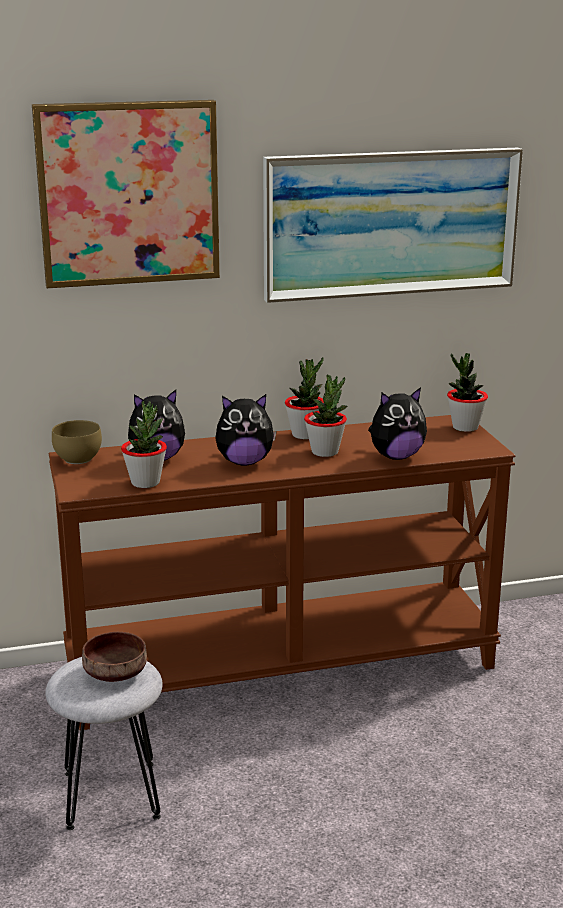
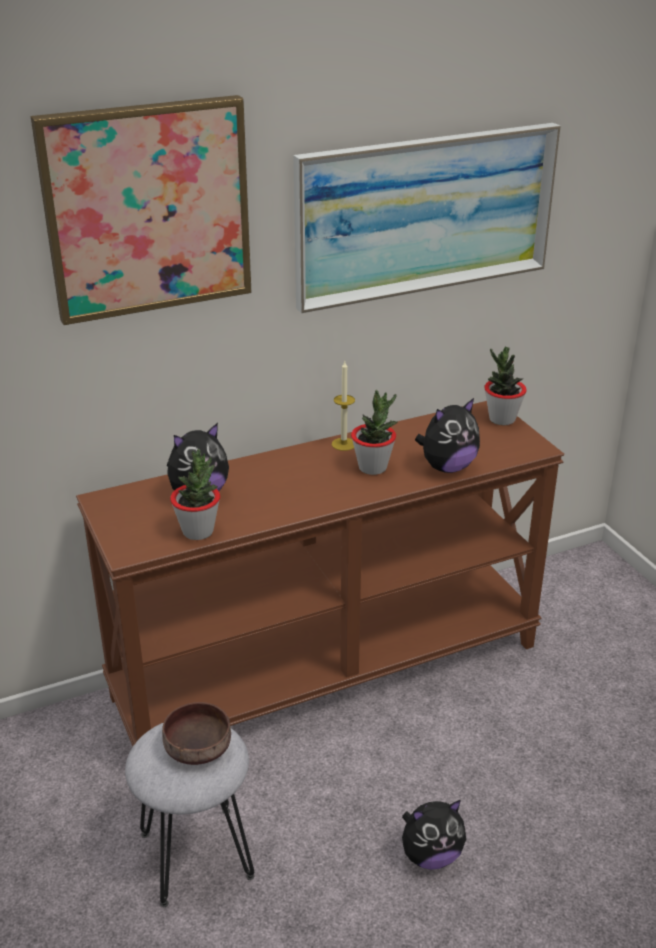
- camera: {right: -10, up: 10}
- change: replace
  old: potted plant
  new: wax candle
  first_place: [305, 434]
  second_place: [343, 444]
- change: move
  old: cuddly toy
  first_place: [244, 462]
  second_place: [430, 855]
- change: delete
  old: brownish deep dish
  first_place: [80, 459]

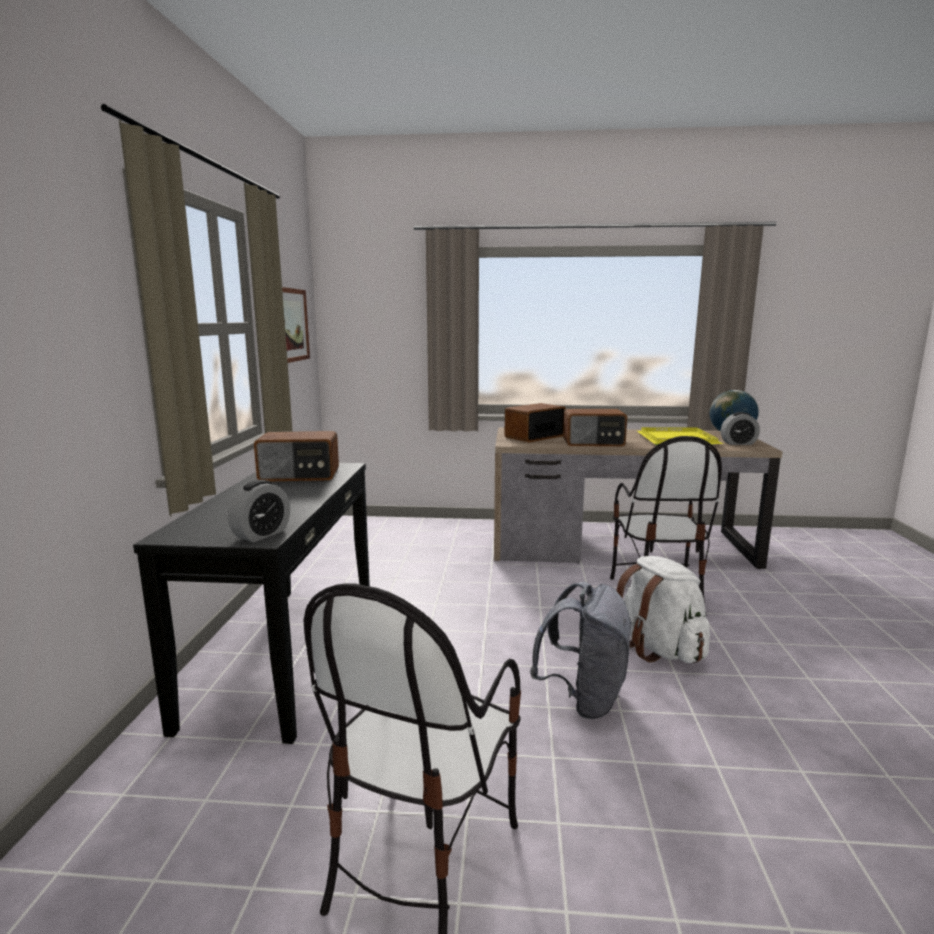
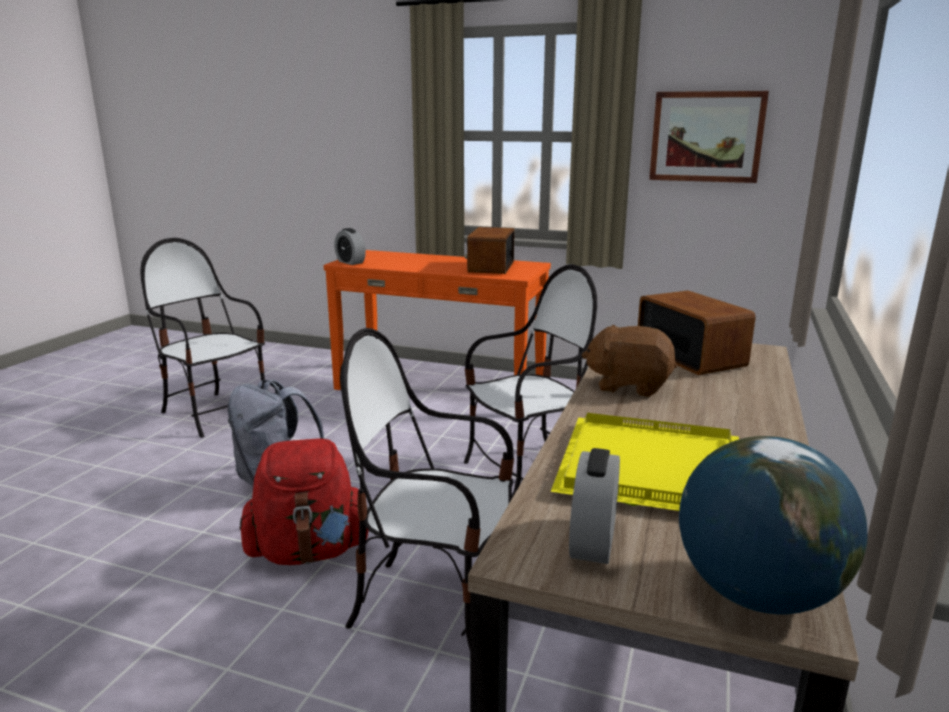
- camera: {right: 105, up: 5}
- change: replace
  old: radio receiver
  new: brownish cuddly toy
  first_place: [593, 442]
  second_place: [629, 385]
- change: recolor
  old: black narrow table
  new: orange narrow table
  first_place: [286, 652]
  second_place: [440, 387]
- change: recolor
  old: white backpack
  new: red backpack
  first_place: [658, 648]
  second_place: [309, 551]
- change: insert
  new: plain chair
  second_place: [527, 471]

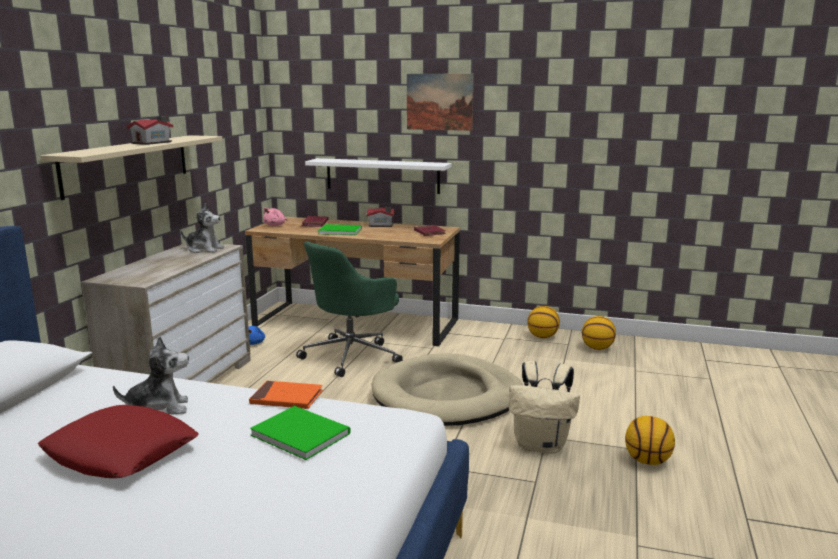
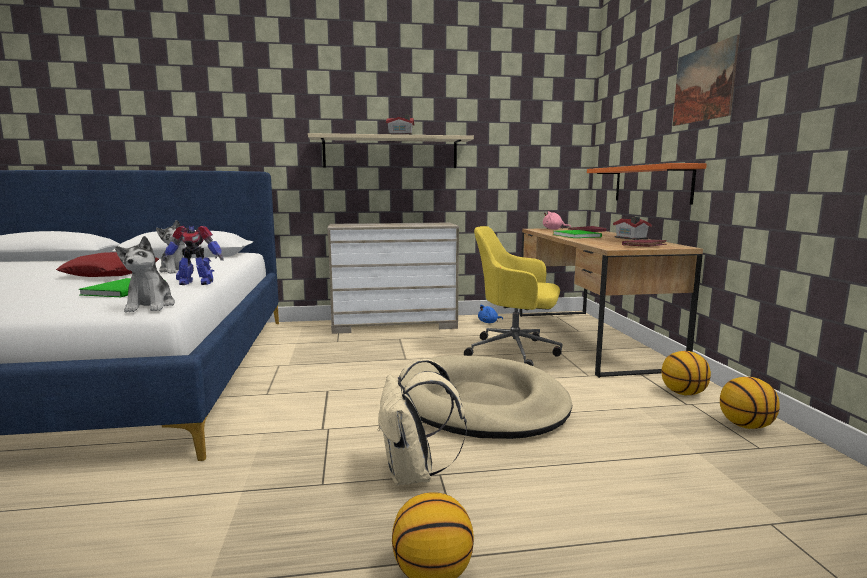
- camera: {right: 65, up: -5}
- change: recolor
  old: white bracket shelf
  new: orange bracket shelf
  first_place: [382, 175]
  second_place: [651, 184]
- change: move
  old: cuddly toy
  first_place: [204, 249]
  second_place: [150, 306]
- change: recolor
  old: greenish desk chair
  new: yellow-coloured desk chair
  first_place: [352, 355]
  second_place: [515, 352]
- change: move
  old: basketball ball
  first_place: [597, 348]
  second_place: [683, 393]
- change: replace
  old: orange volume
  new: toy robot
  first_place: [286, 398]
  second_place: [196, 283]

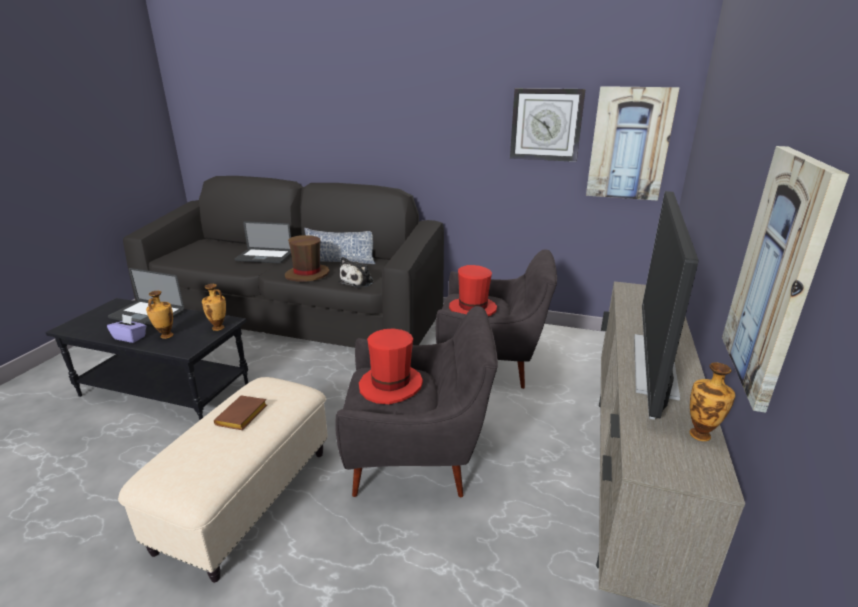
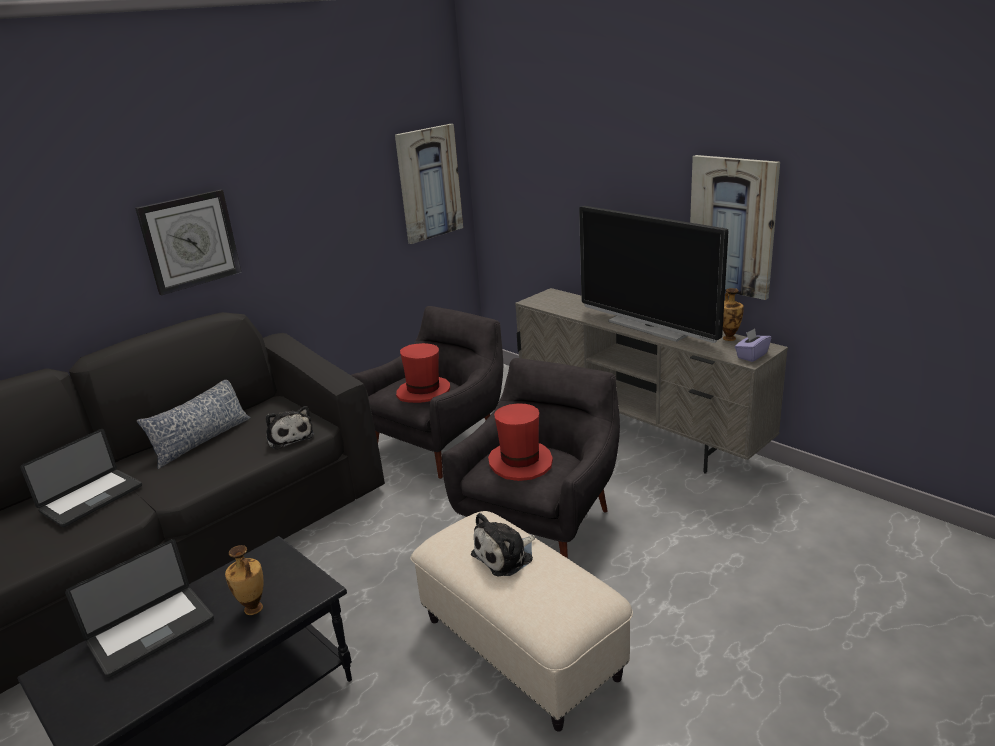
- camera: {right: -60, up: 0}
- change: move
  old: wall clock
  first_place: [546, 124]
  second_place: [190, 241]
- change: delete
  old: brownish clothing hat
  first_place: [307, 275]
- change: delete
  old: decorative vase
  first_place: [219, 328]
- change: move
  old: purple-coloured tissue holder
  first_place: [130, 337]
  second_place: [751, 355]
- change: replace
  old: brownish volume
  new: cuddly toy
  first_place: [242, 417]
  second_place: [505, 556]

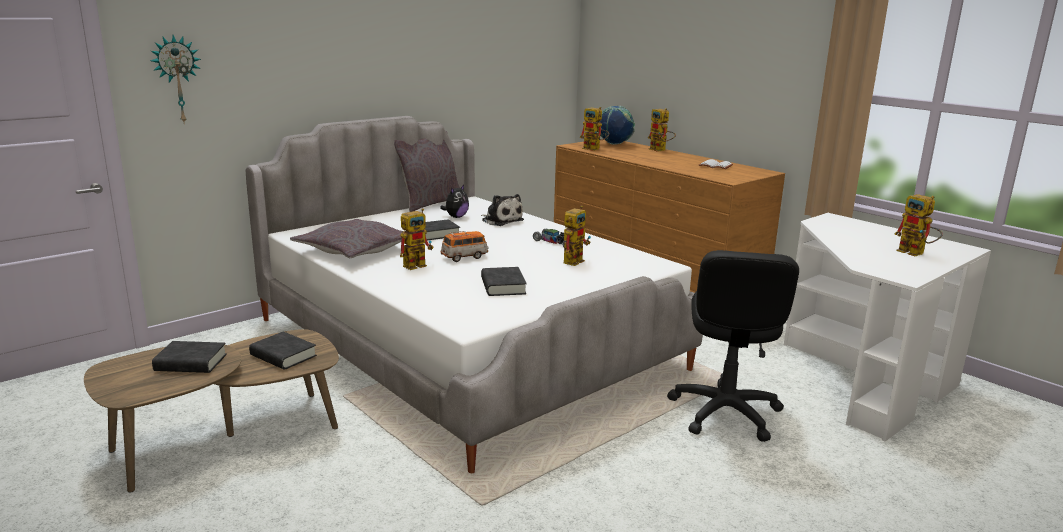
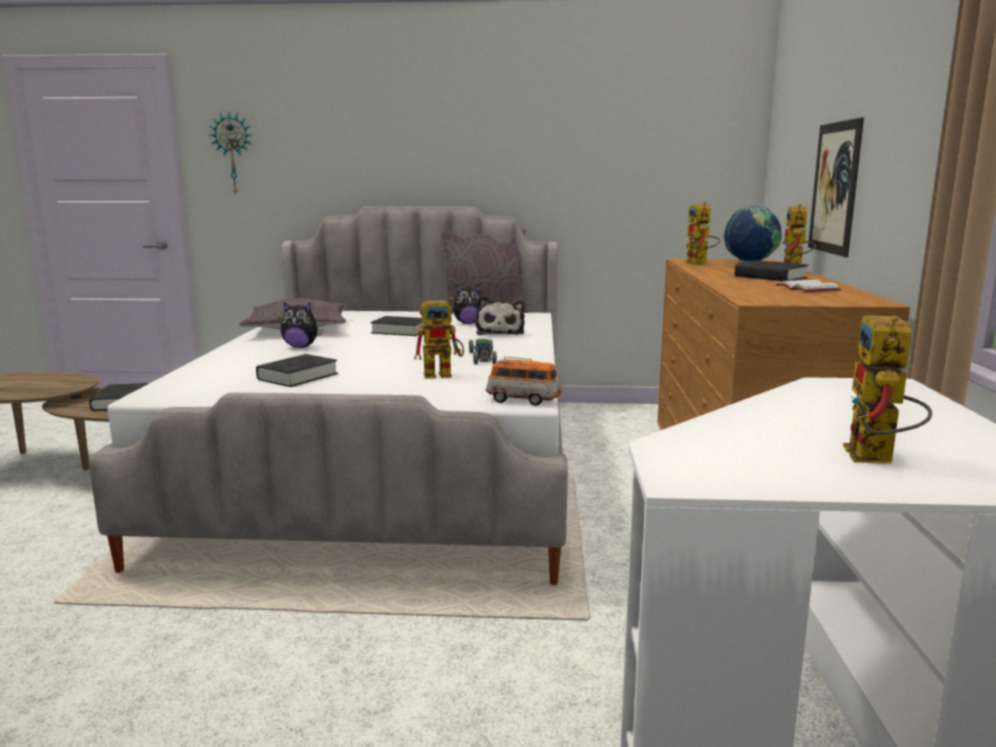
- camera: {right: 45, up: -5}
- change: replace
  old: toy robot
  new: cuddly toy
  first_place: [418, 264]
  second_place: [301, 347]
- change: move
  old: miniature car
  first_place: [464, 257]
  second_place: [523, 400]
- change: delete
  old: black desk chair
  first_place: [724, 413]
- change: move
  old: black volume
  first_place: [191, 363]
  second_place: [770, 277]
- change: insert
  new: wall picture
  second_place: [834, 188]

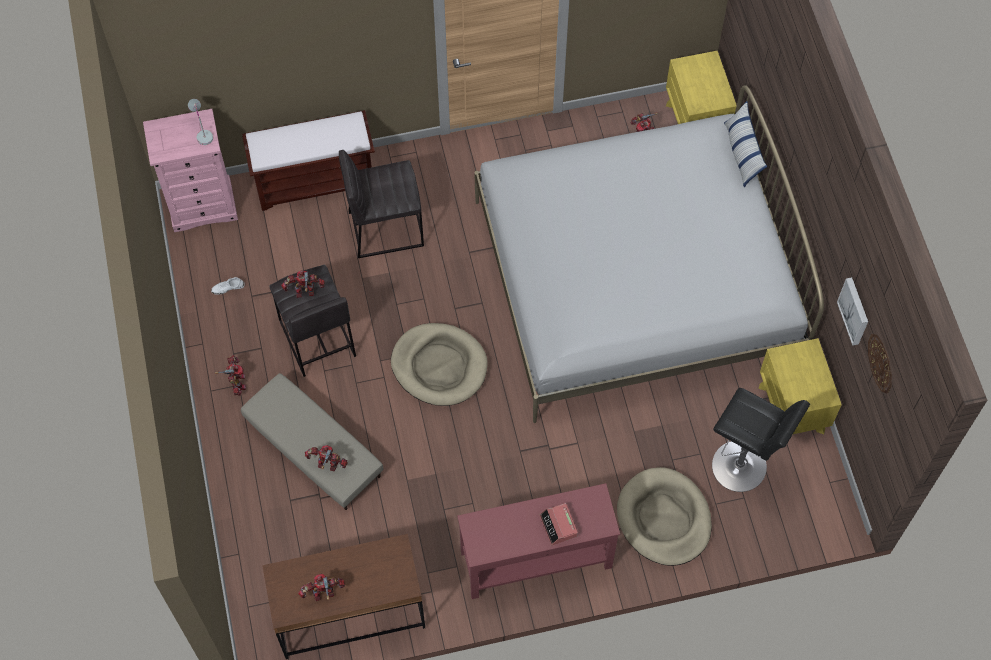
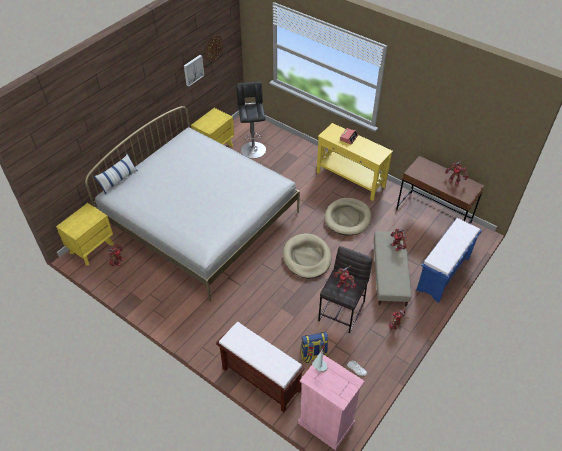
- camera: {right: -130, up: -15}
- change: delete
  old: grey sitting stool
  first_place: [385, 228]
- change: move
  old: beige dog bed
  first_place: [664, 518]
  second_place: [347, 218]
- change: recolor
  old: red narrow table
  new: yellow-coloured narrow table
  first_place: [535, 559]
  second_place: [350, 180]
- change: insert
  new: bluish long seat
  second_place: [443, 274]
- change: insert
  new: backpack
  second_place: [313, 355]

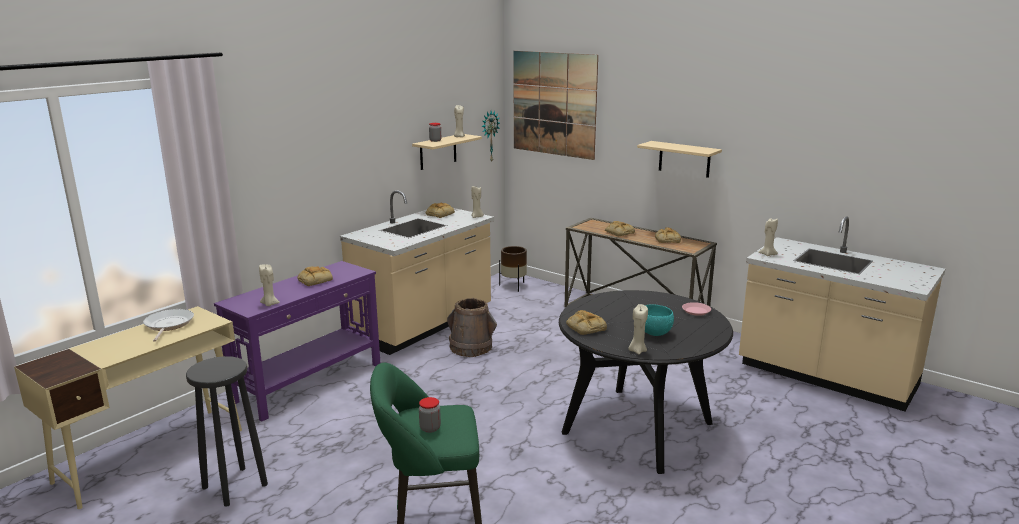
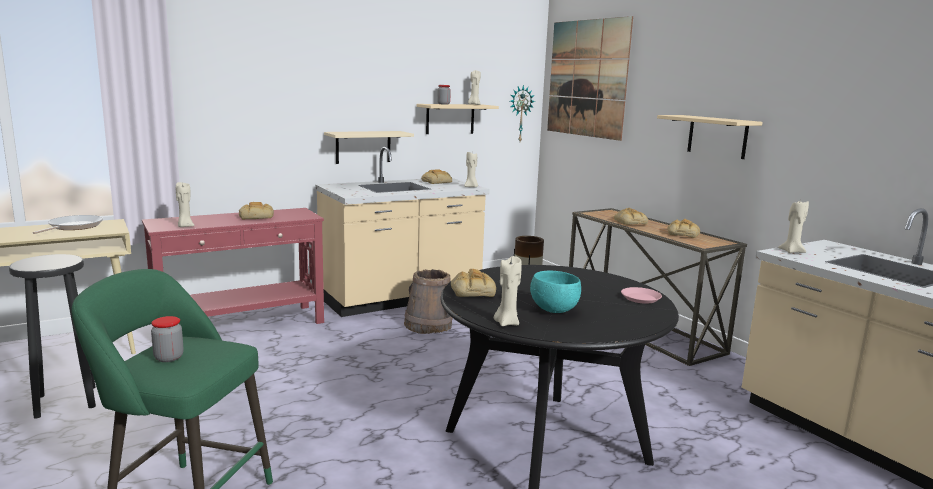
- camera: {right: 20, up: -5}
- change: recolor
  old: purple-coloured narrow table
  new: red narrow table
  first_place: [310, 382]
  second_place: [242, 326]
- change: insert
  new: beige bracket shelf
  second_place: [363, 147]

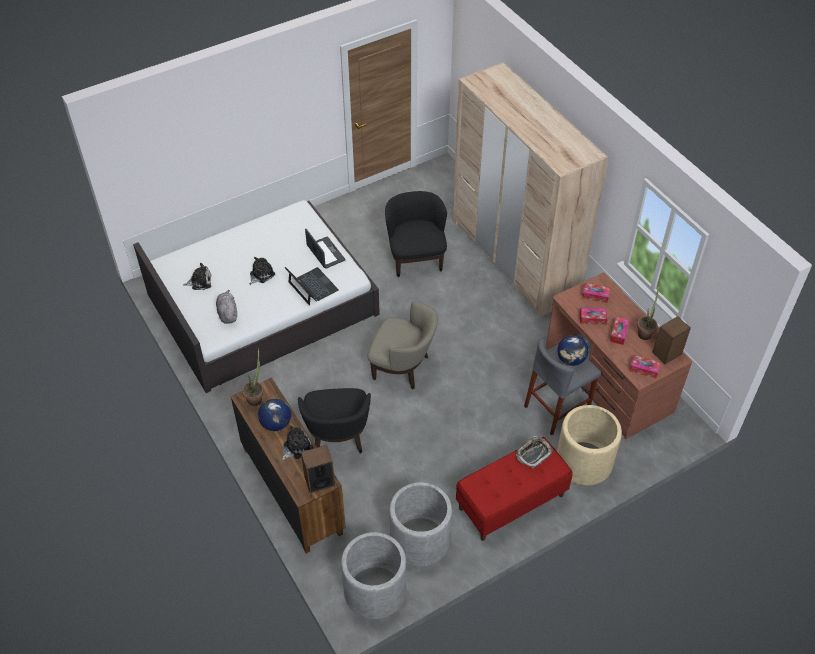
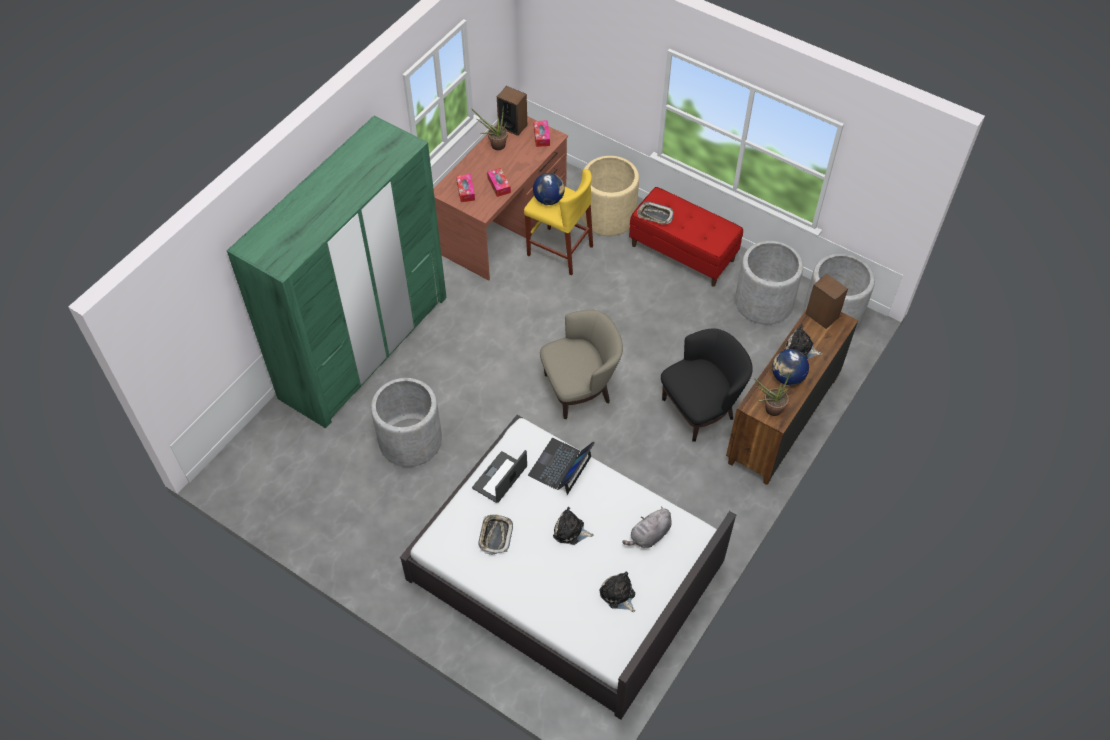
- camera: {right: -115, up: 5}
- change: recolor
  old: beige wardrobe
  new: greenish wardrobe
  first_place: [514, 257]
  second_place: [365, 346]
- change: replace
  old: black easy chair
  new: grey planter
  first_place: [416, 258]
  second_place: [410, 440]
- change: rotate
  old: beige easy chair
  first_place: [403, 367]
  second_place: [580, 389]
  degrees: 75
- change: delete
  old: tissue holder
  first_place: [618, 333]
- change: recolor
  old: grey sitting stool
  new: yellow-coloured sitting stool
  first_place: [556, 409]
  second_place: [559, 251]
- change: insert
  new: carrying tray
  second_place: [495, 535]

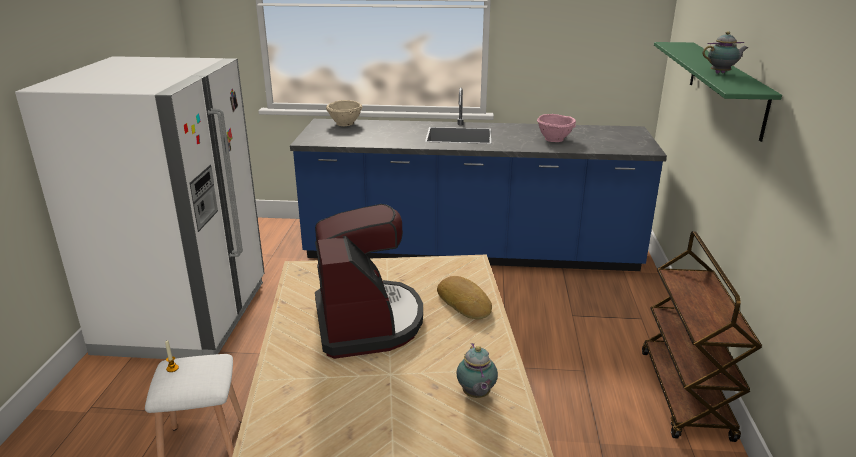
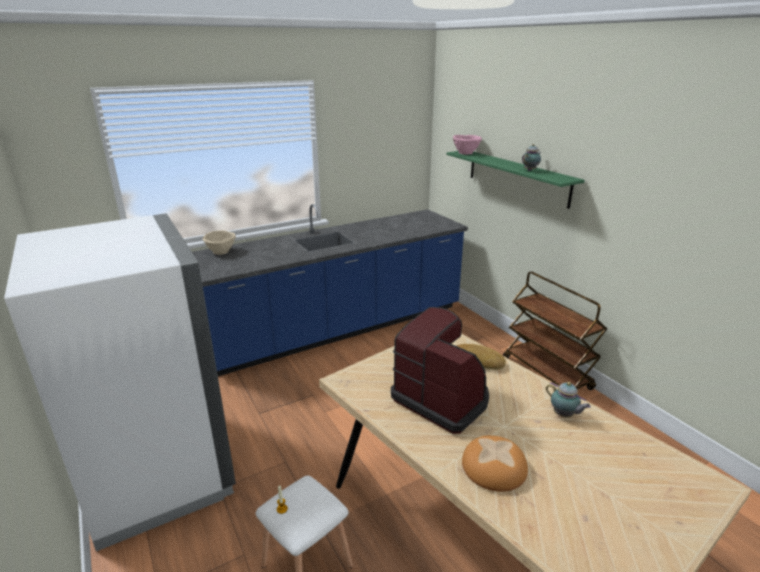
- camera: {right: -35, up: 0}
- change: move
  old: pinkish deep dish
  first_place: [555, 139]
  second_place: [466, 153]
- change: insert
  new: bread
  second_place: [494, 467]

